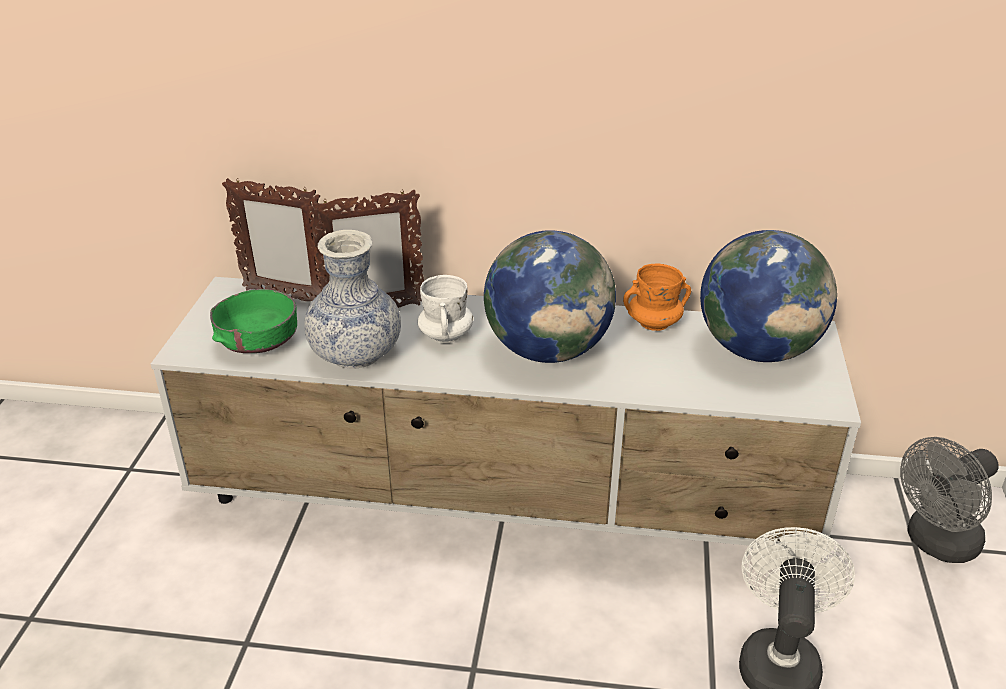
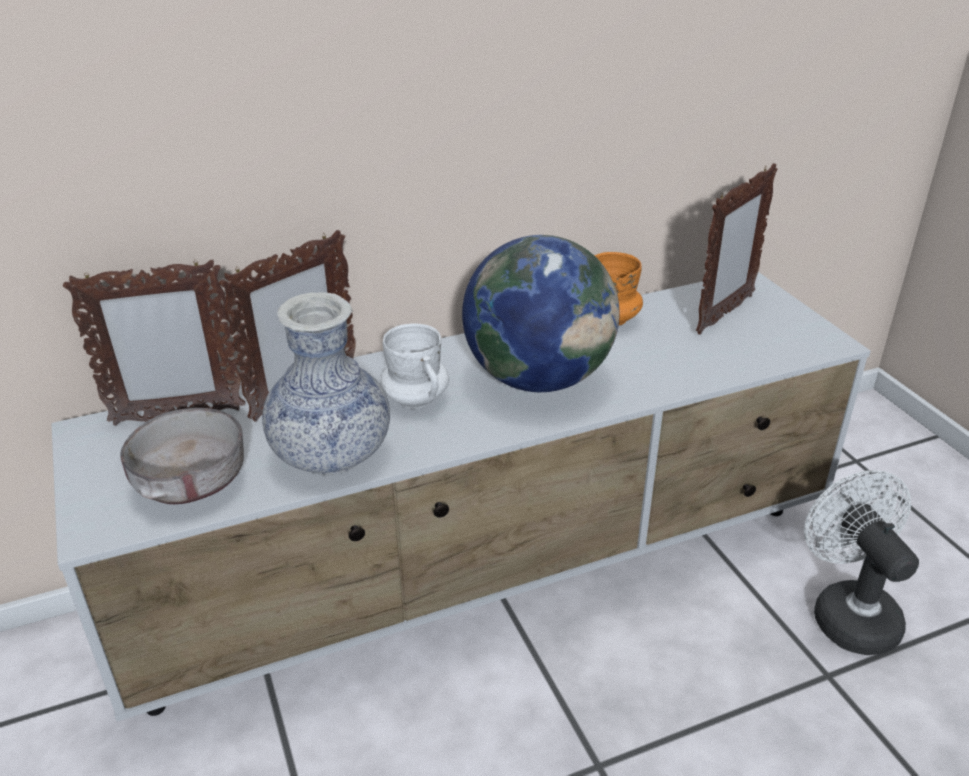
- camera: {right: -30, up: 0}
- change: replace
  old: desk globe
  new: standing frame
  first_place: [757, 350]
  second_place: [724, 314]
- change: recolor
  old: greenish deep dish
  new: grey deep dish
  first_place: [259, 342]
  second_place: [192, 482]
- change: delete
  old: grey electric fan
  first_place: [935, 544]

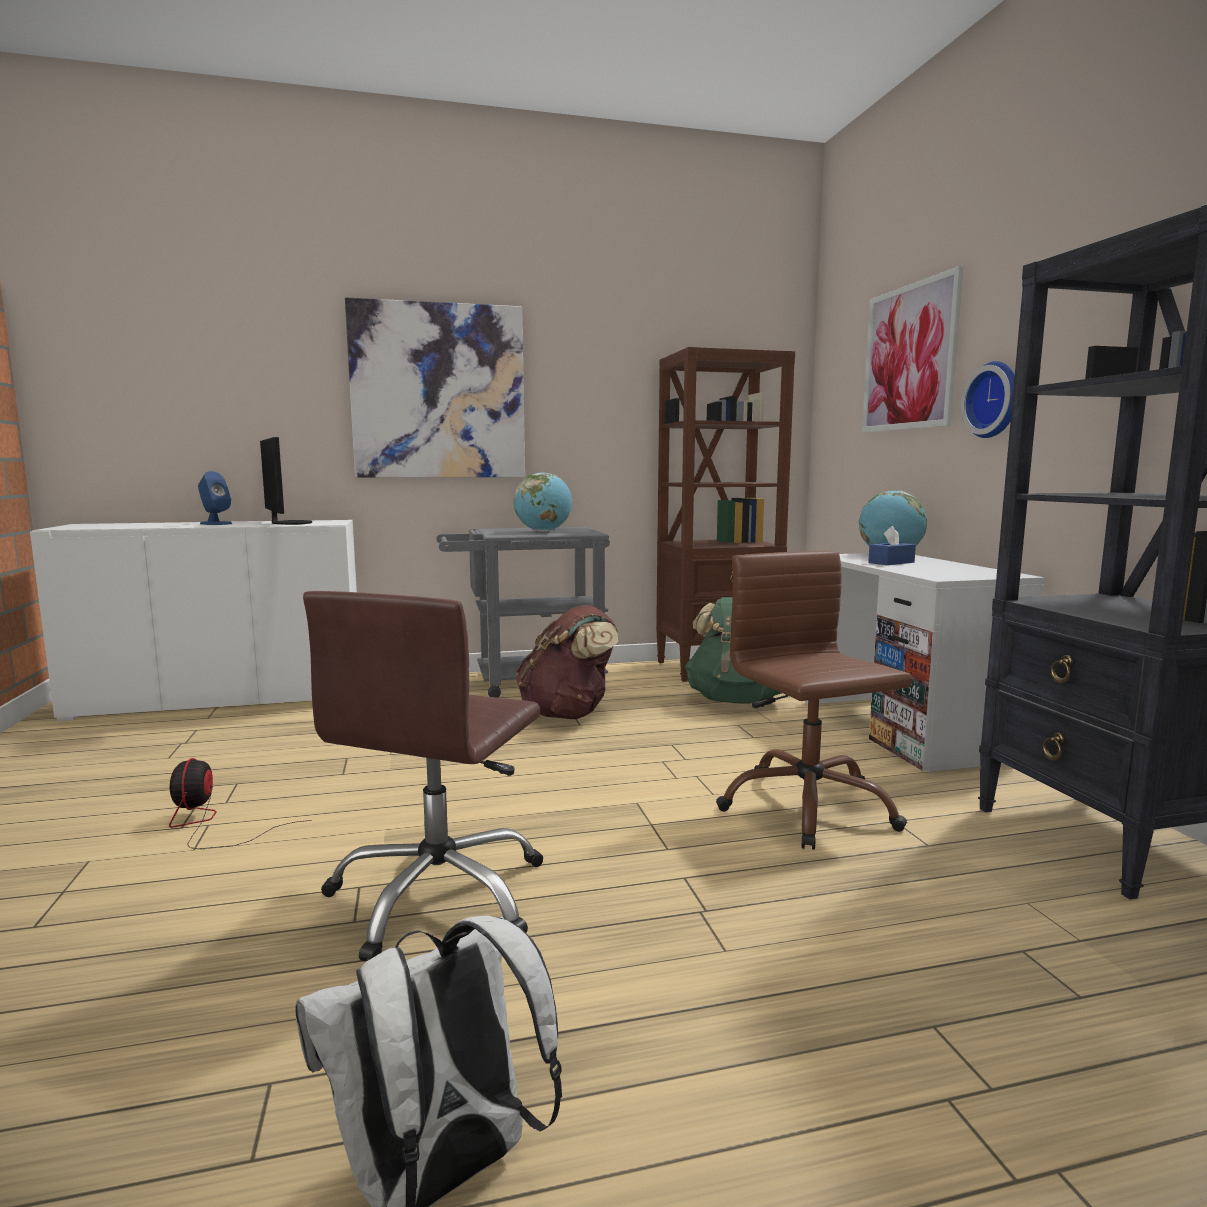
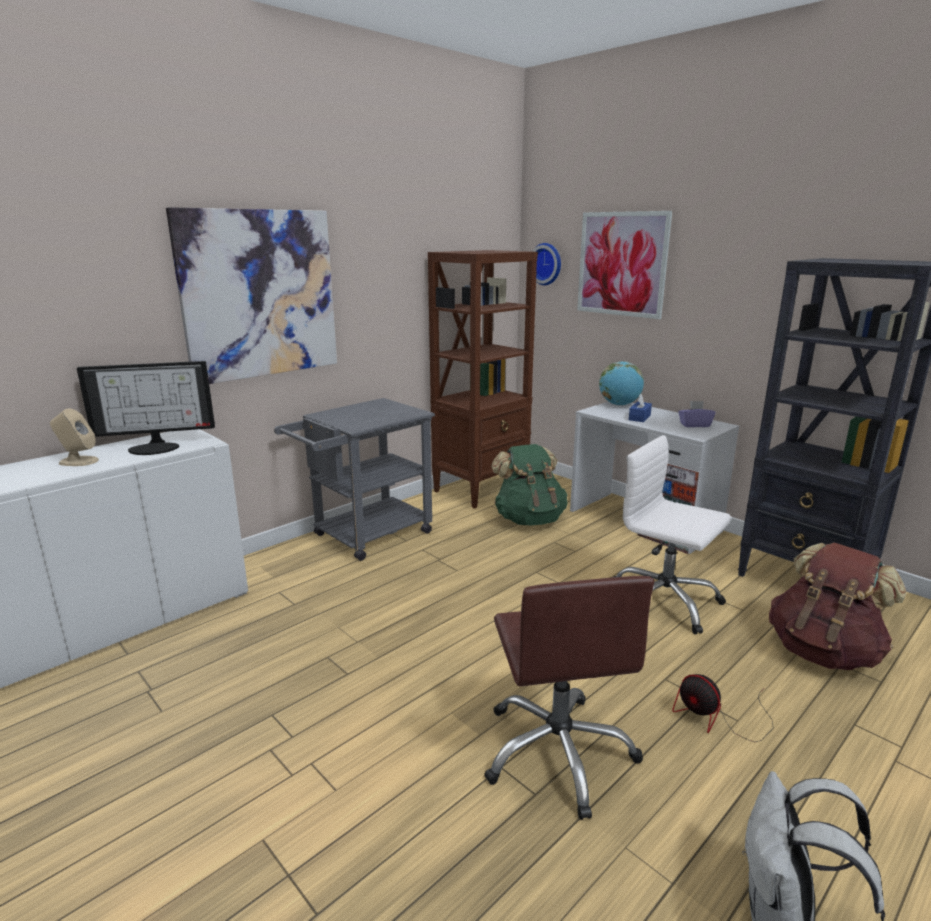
- camera: {right: -30, up: 10}
- change: move
  old: wall clock
  first_place: [995, 400]
  second_place: [547, 264]
- change: rotate
  old: computer display
  first_place: [287, 523]
  second_place: [155, 447]
  degrees: 135
- change: recolor
  old: bluish audio speaker
  new: beige audio speaker
  first_place: [215, 523]
  second_place: [78, 461]
- change: delete
  old: desk globe
  first_place: [543, 531]
- change: recolor
  old: brownish desk chair
  new: white desk chair
  first_place: [807, 807]
  second_place: [664, 601]
- change: move
  old: brownish backpack
  first_place: [568, 714]
  second_place: [823, 651]
- change: move
  old: electric fan
  first_place: [210, 823]
  second_place: [718, 718]
- change: insert
  new: purple-coloured tissue holder
  second_place: [694, 425]

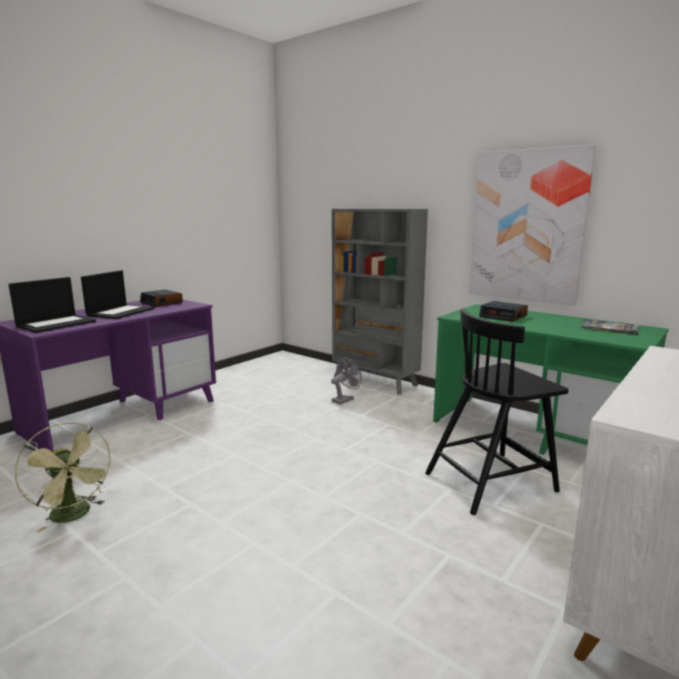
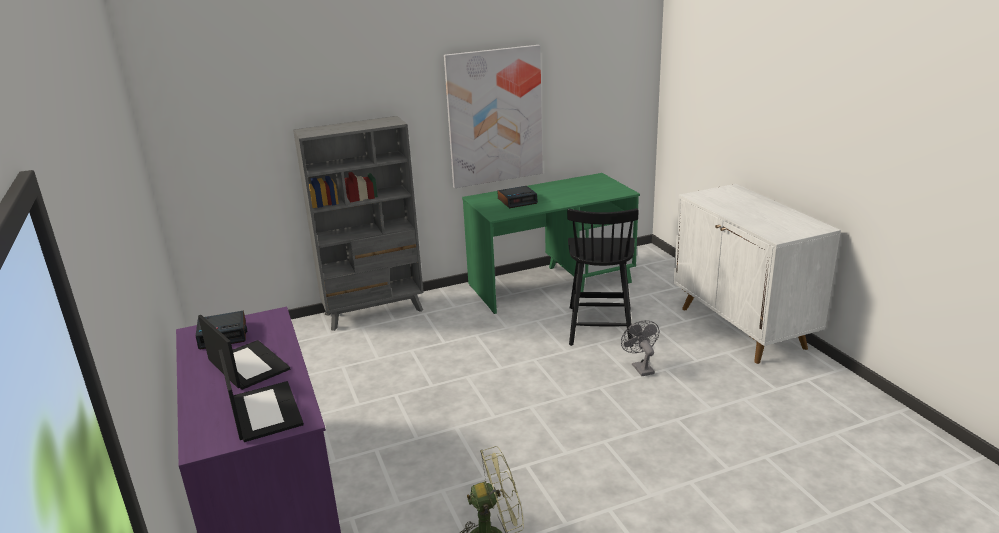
- camera: {right: -60, up: 10}
- change: delete
  old: volume
  first_place: [609, 328]
- change: move
  old: grey electric fan
  first_place: [345, 399]
  second_place: [640, 367]

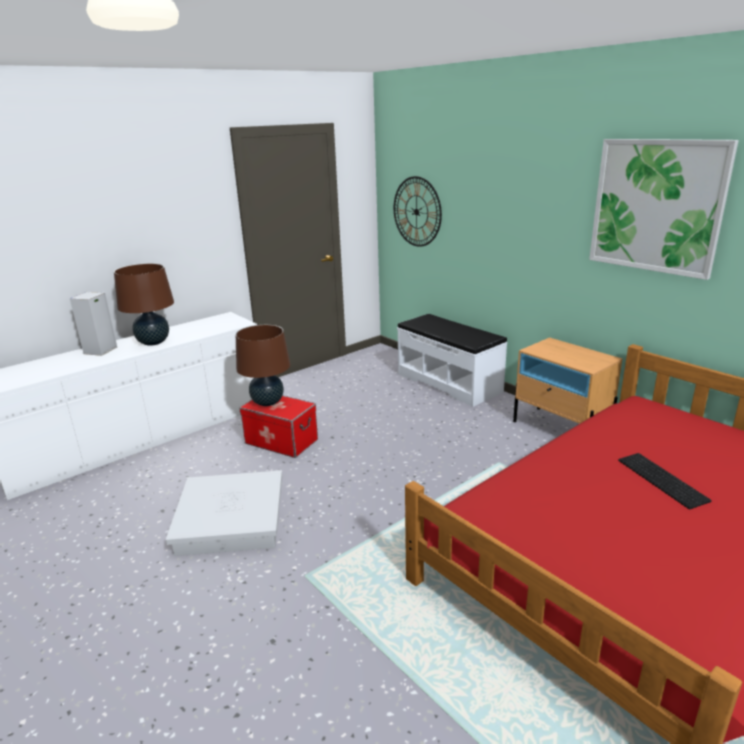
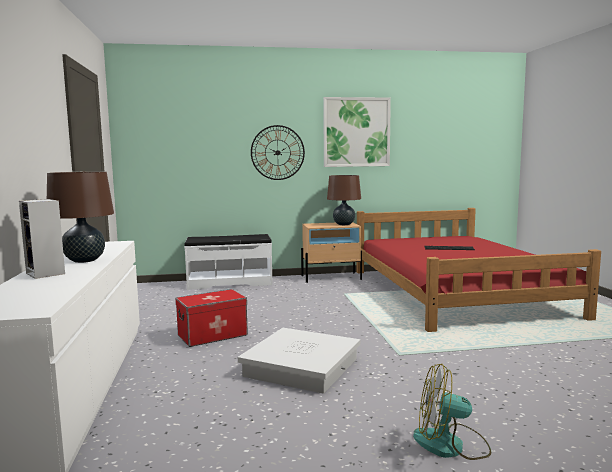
- camera: {right: -60, up: -15}
- change: move
  old: wall clock
  first_place: [416, 212]
  second_place: [277, 152]
- change: move
  old: brownish table lamp
  first_place: [267, 402]
  second_place: [344, 224]
- change: insert
  new: electric fan
  second_place: [450, 445]

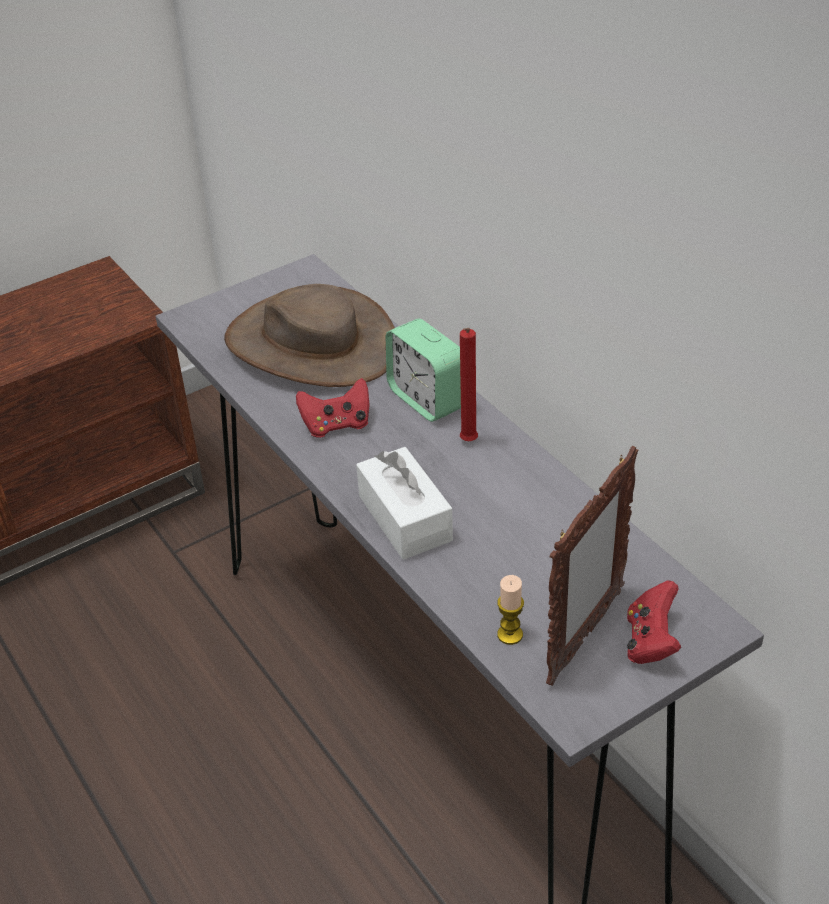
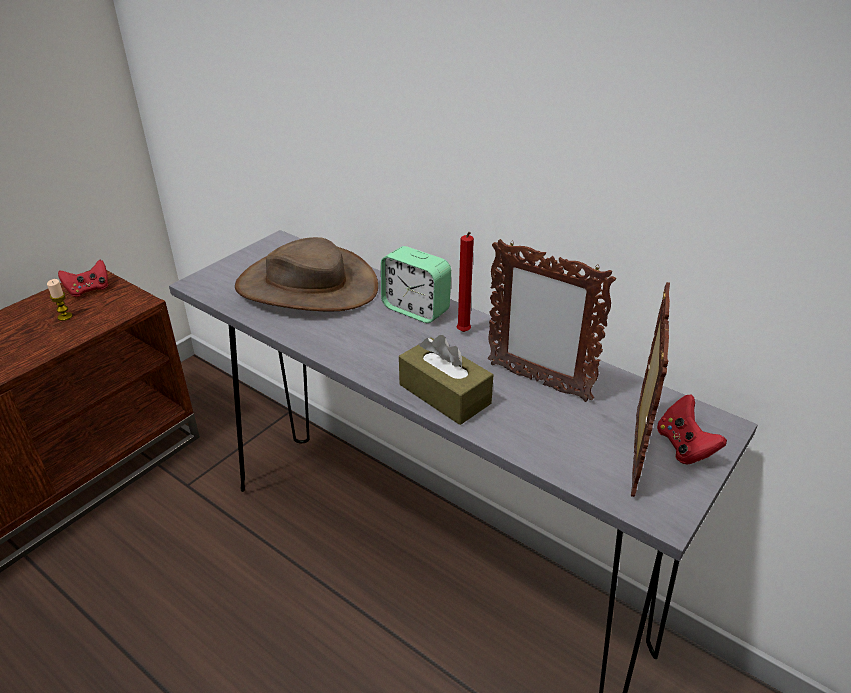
- camera: {right: -20, up: -5}
- change: move
  old: red gamepad
  first_place: [336, 425]
  second_place: [88, 290]
- change: recolor
  old: white tissue holder
  new: brownish tissue holder
  first_place: [405, 518]
  second_place: [444, 394]
- change: move
  old: wax candle
  first_place: [510, 634]
  second_place: [65, 317]
- change: insert
  new: standing frame
  second_place: [537, 381]

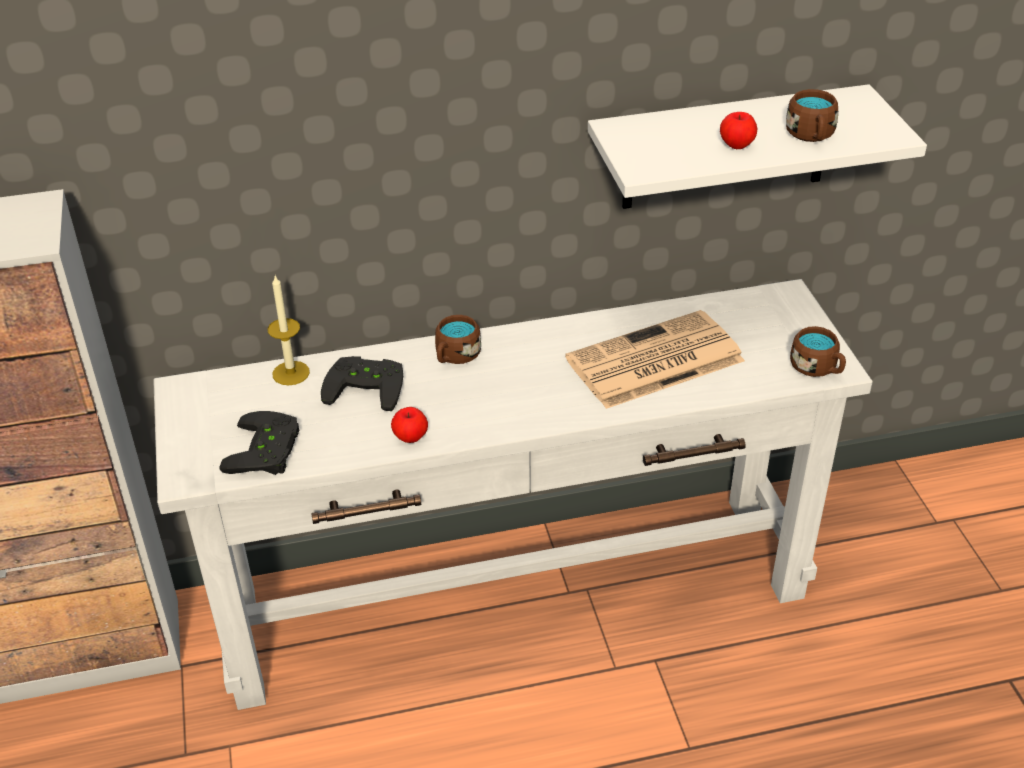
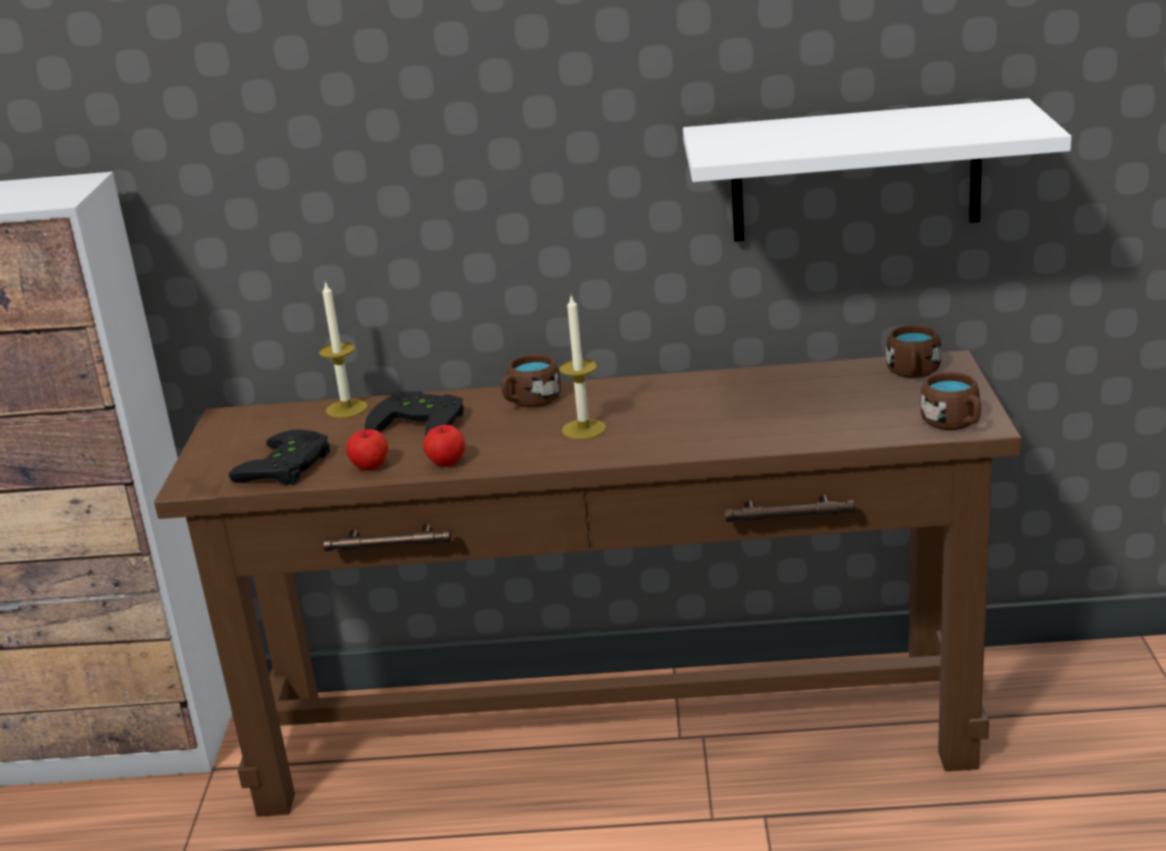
- camera: {right: 15, up: -15}
- change: move
  old: brownish tea mug
  first_place: [811, 136]
  second_place: [913, 373]
- change: move
  old: whole apple
  first_place: [737, 145]
  second_place: [370, 466]
- change: recolor
  old: white narrow table
  new: brownish narrow table
  first_place: [515, 596]
  second_place: [613, 736]
- change: delete
  old: printed paper
  first_place: [653, 362]
- change: insert
  new: wax candle
  second_place: [583, 429]

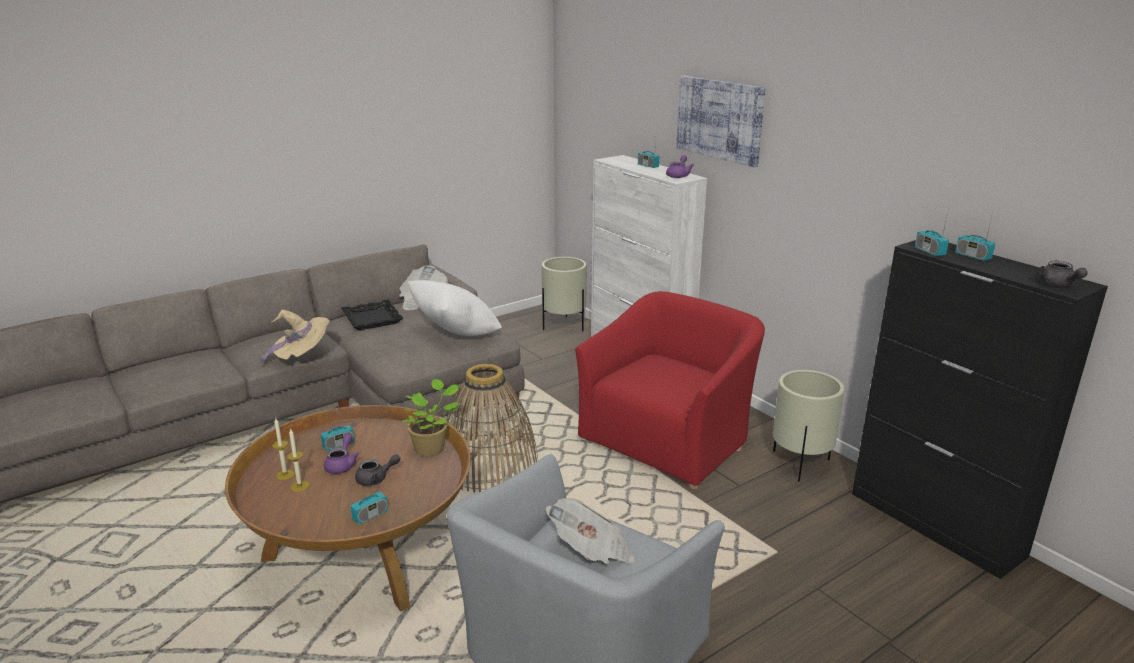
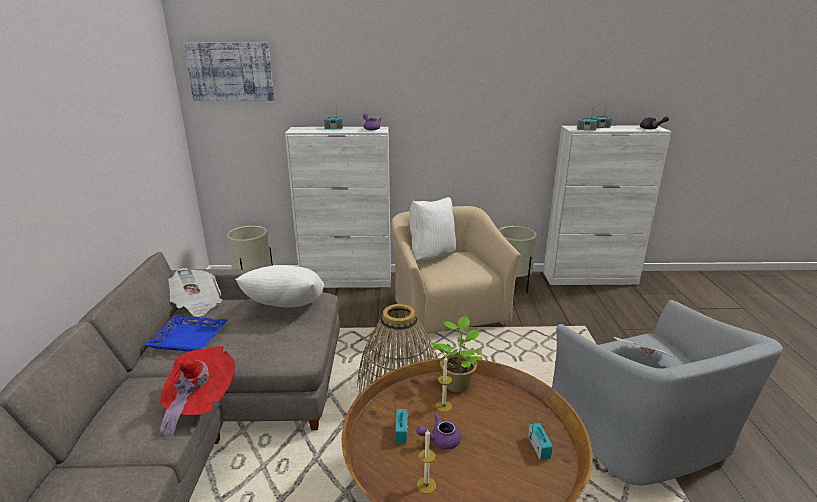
- camera: {right: -55, up: 0}
- change: move
  old: wall picture
  first_place: [720, 119]
  second_place: [230, 72]
- change: recolor
  old: black cupboard
  new: white cupboard
  first_place: [936, 524]
  second_place: [590, 278]
- change: recolor
  old: red easy chair
  new: beige easy chair
  first_place: [668, 440]
  second_place: [447, 310]
- change: recolor
  old: black carrying tray
  new: bluish carrying tray
  first_place: [371, 319]
  second_place: [188, 338]
- change: recolor
  old: beige clothing hat
  new: red clothing hat
  first_place: [302, 357]
  second_place: [199, 404]
- change: move
  old: wax candle
  first_place: [299, 486]
  second_place: [443, 406]
- change: rotate
  old: purple-coloured teapot
  first_place: [342, 465]
  second_place: [440, 440]
  degrees: -60
- change: delete
  old: grey teapot
  first_place: [376, 479]
- change: insert
  new: white cushion
  second_place: [432, 256]

